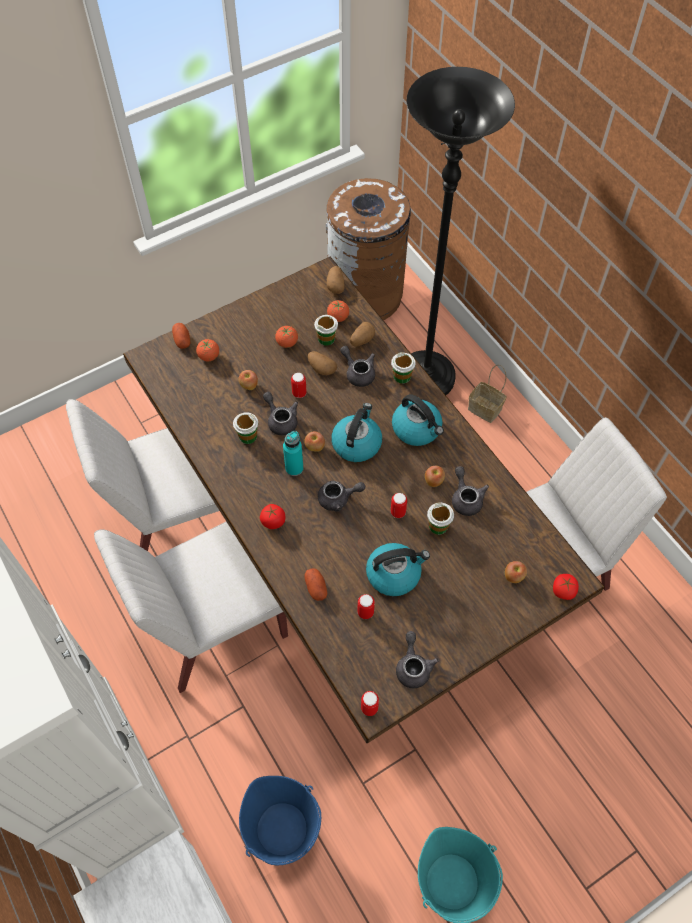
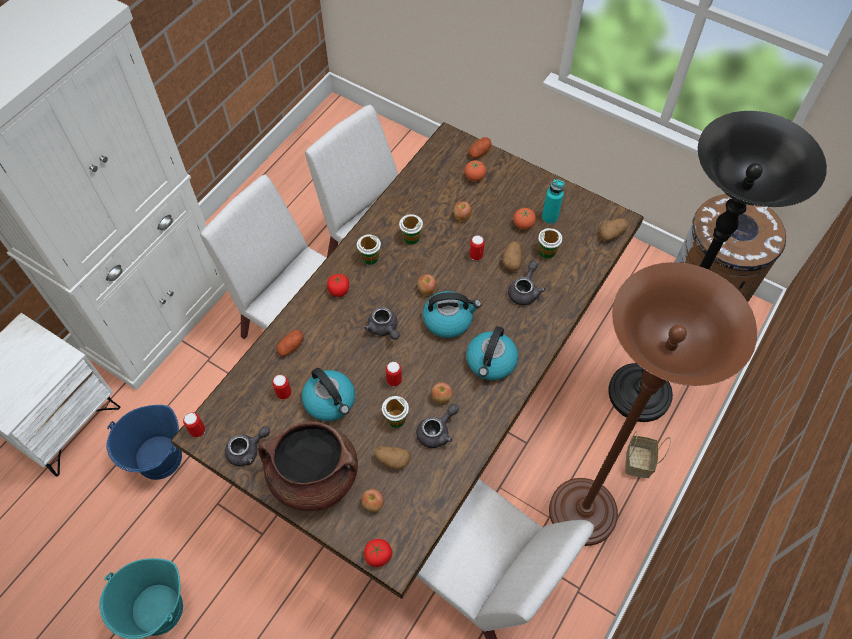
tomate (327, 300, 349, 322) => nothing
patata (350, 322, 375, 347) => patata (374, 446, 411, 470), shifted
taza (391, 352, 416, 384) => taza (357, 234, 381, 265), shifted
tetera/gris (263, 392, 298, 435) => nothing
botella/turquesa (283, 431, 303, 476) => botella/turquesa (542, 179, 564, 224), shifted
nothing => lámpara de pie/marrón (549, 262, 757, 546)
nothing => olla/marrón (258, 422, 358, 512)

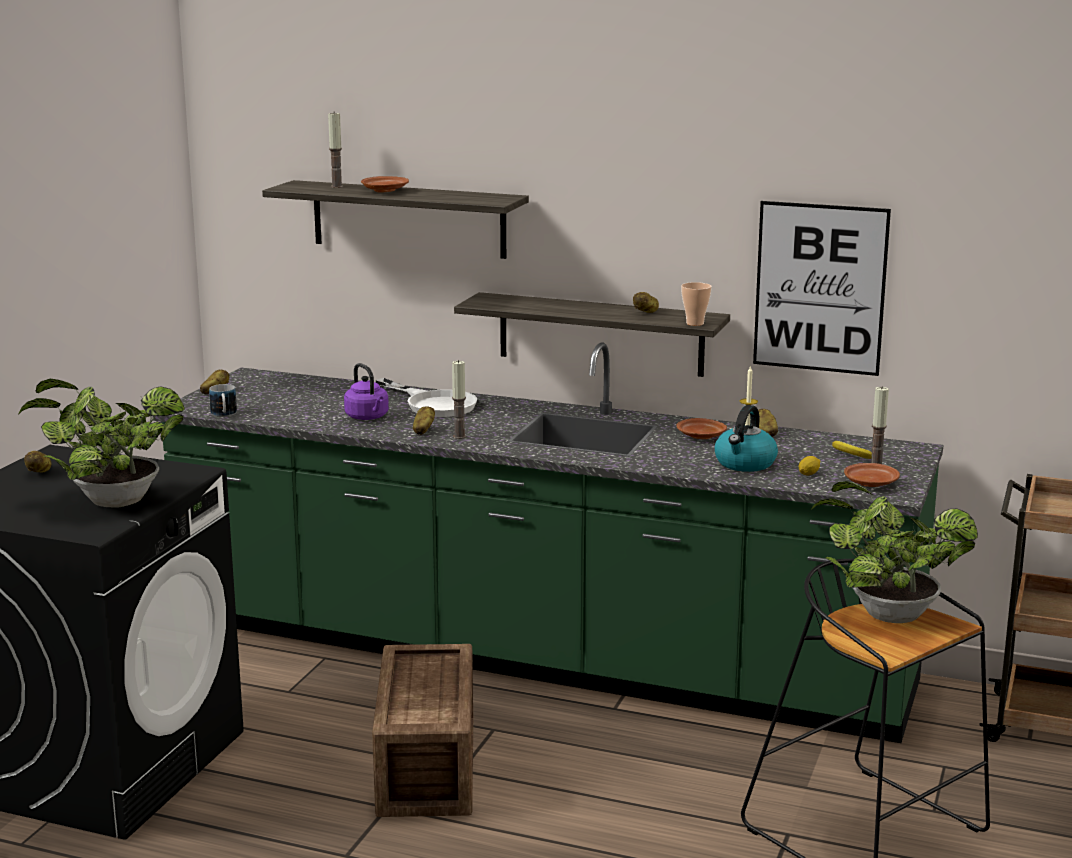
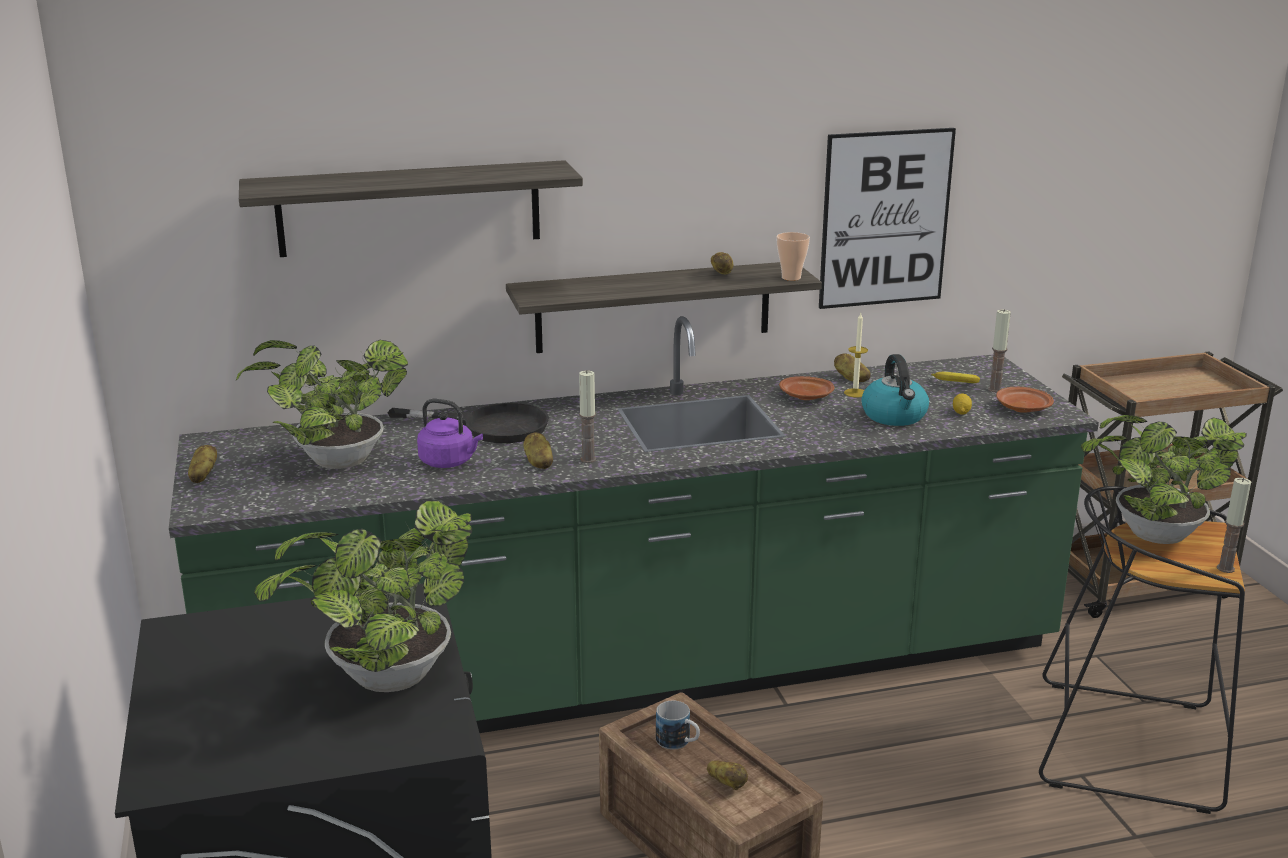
vela (328, 111, 343, 188) => vela (1217, 478, 1251, 573), shifted
plato/marrón (361, 176, 409, 193) => nothing
sartén/blanco (375, 378, 478, 417) => sartén/negro (388, 403, 549, 443)
taza grande (209, 384, 237, 417) => taza grande (656, 701, 700, 750), shifted
patata (24, 451, 51, 472) => patata (707, 760, 748, 790), shifted
nothing => planta en maceta (236, 340, 408, 469)

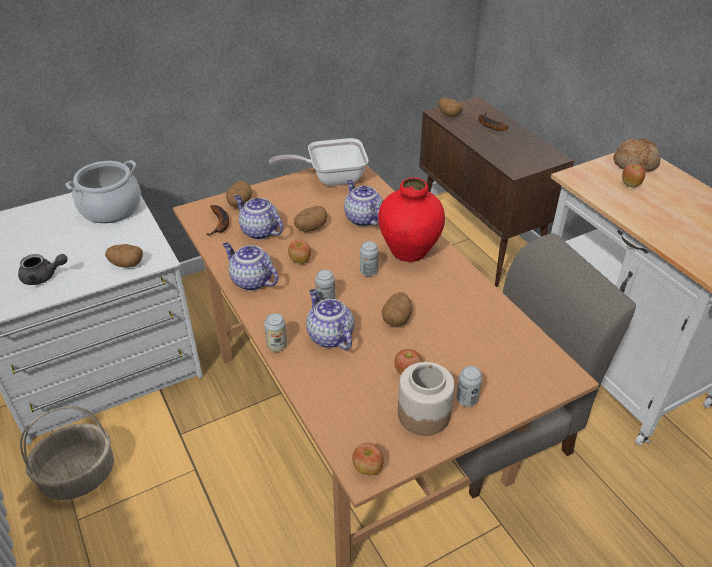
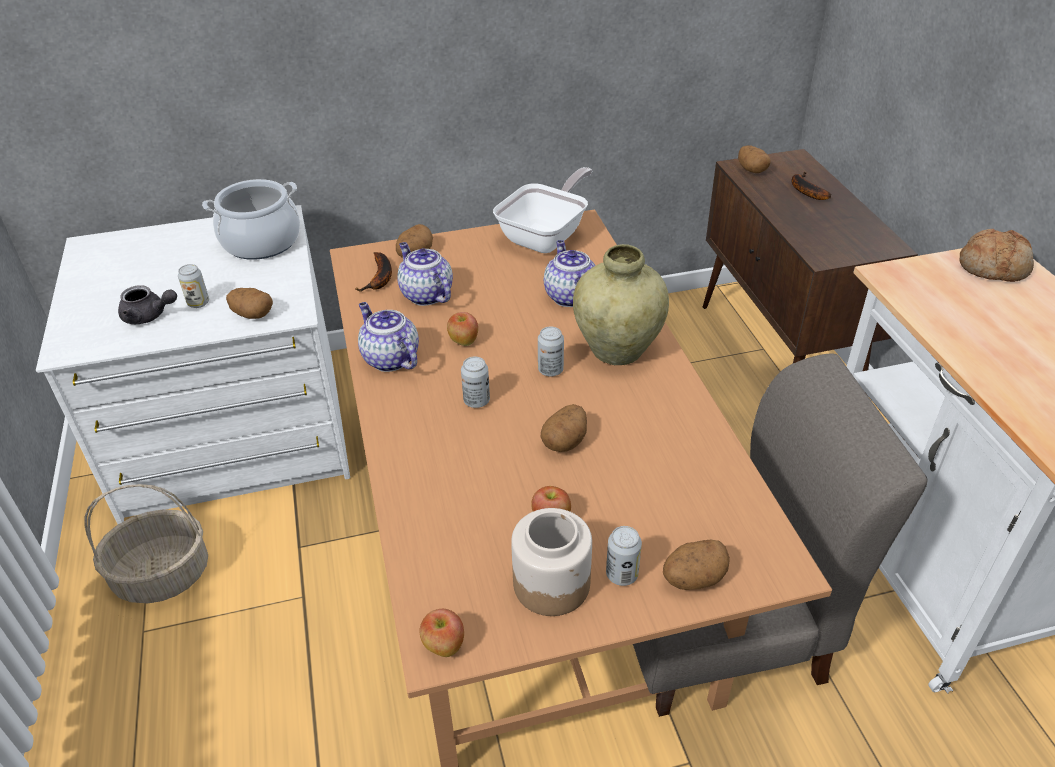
sartén (269, 138, 368, 186) => sartén (493, 167, 593, 253), 120 degrees clockwise
manzana (622, 164, 645, 188) => nothing
florero/rojo (378, 177, 445, 262) => florero/beis (573, 244, 669, 365)
patata (294, 206, 327, 232) => patata (663, 540, 730, 590), shifted
tetera (306, 289, 354, 350) => nothing
lata (264, 313, 287, 352) => lata (178, 264, 209, 308), shifted

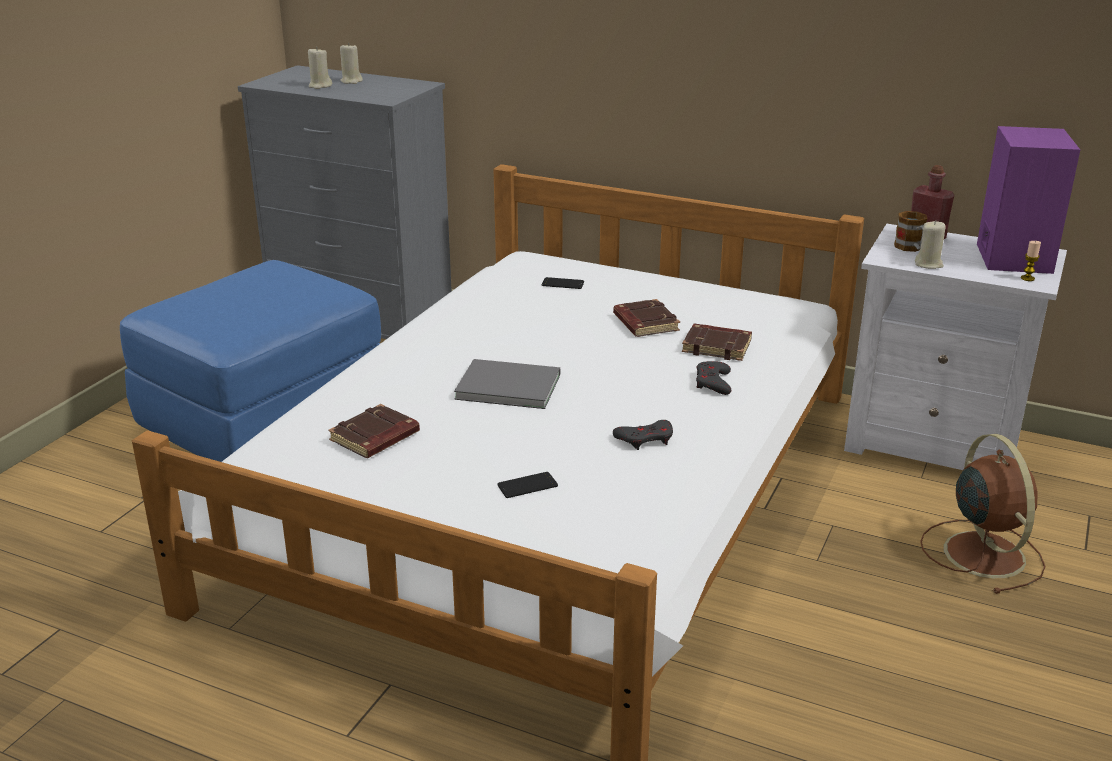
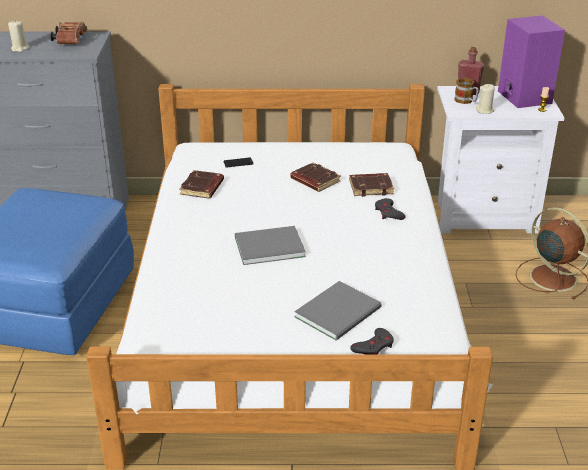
vela/beis (340, 43, 363, 84) => nothing
libro/marrón (328, 404, 420, 458) => libro/marrón (180, 170, 224, 198), shifted
mando de consola/gris (613, 420, 673, 450) => mando de consola/gris (350, 328, 394, 355), shifted
móvil (497, 472, 558, 498) => libro/gris (295, 281, 382, 341)
nothing => prismáticos/marrón (50, 22, 87, 45)

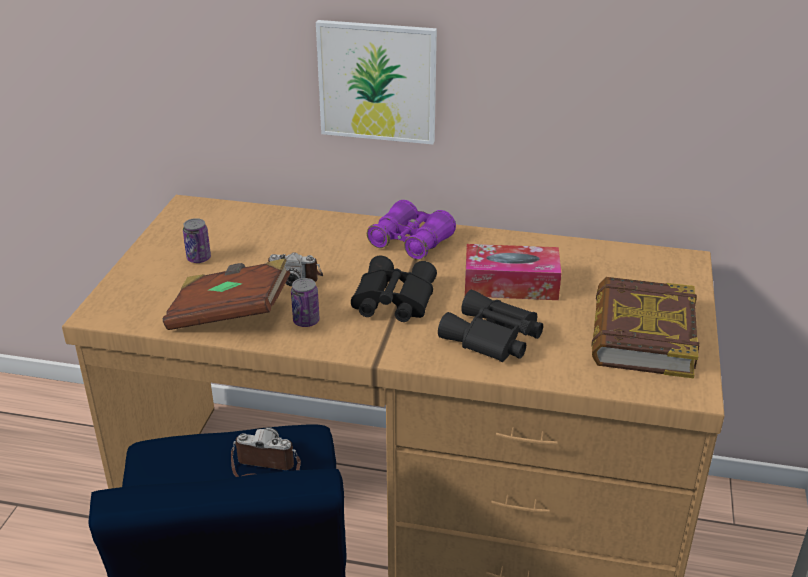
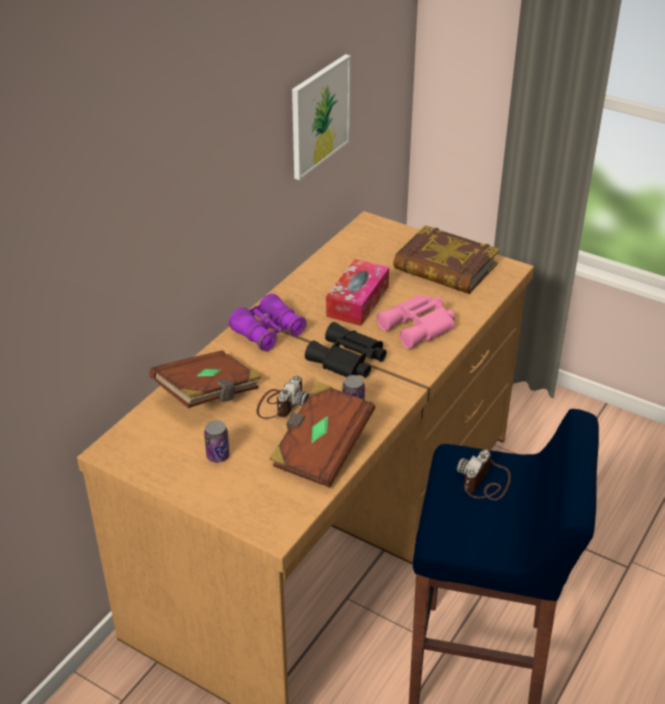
cuadro (316, 20, 437, 144) => cuadro (292, 54, 351, 180), shifted
prismáticos/negro (438, 290, 543, 362) => prismáticos/rosa (376, 295, 455, 349)
nothing => libro/marrón (150, 350, 262, 408)

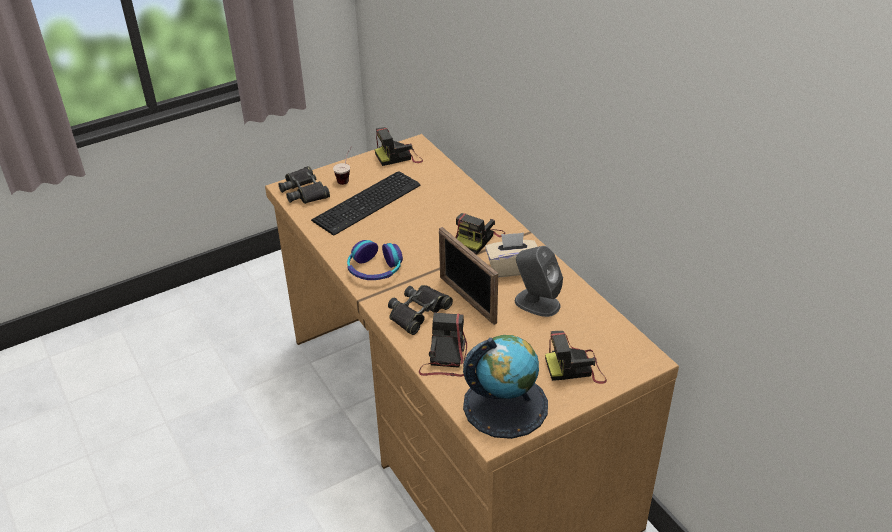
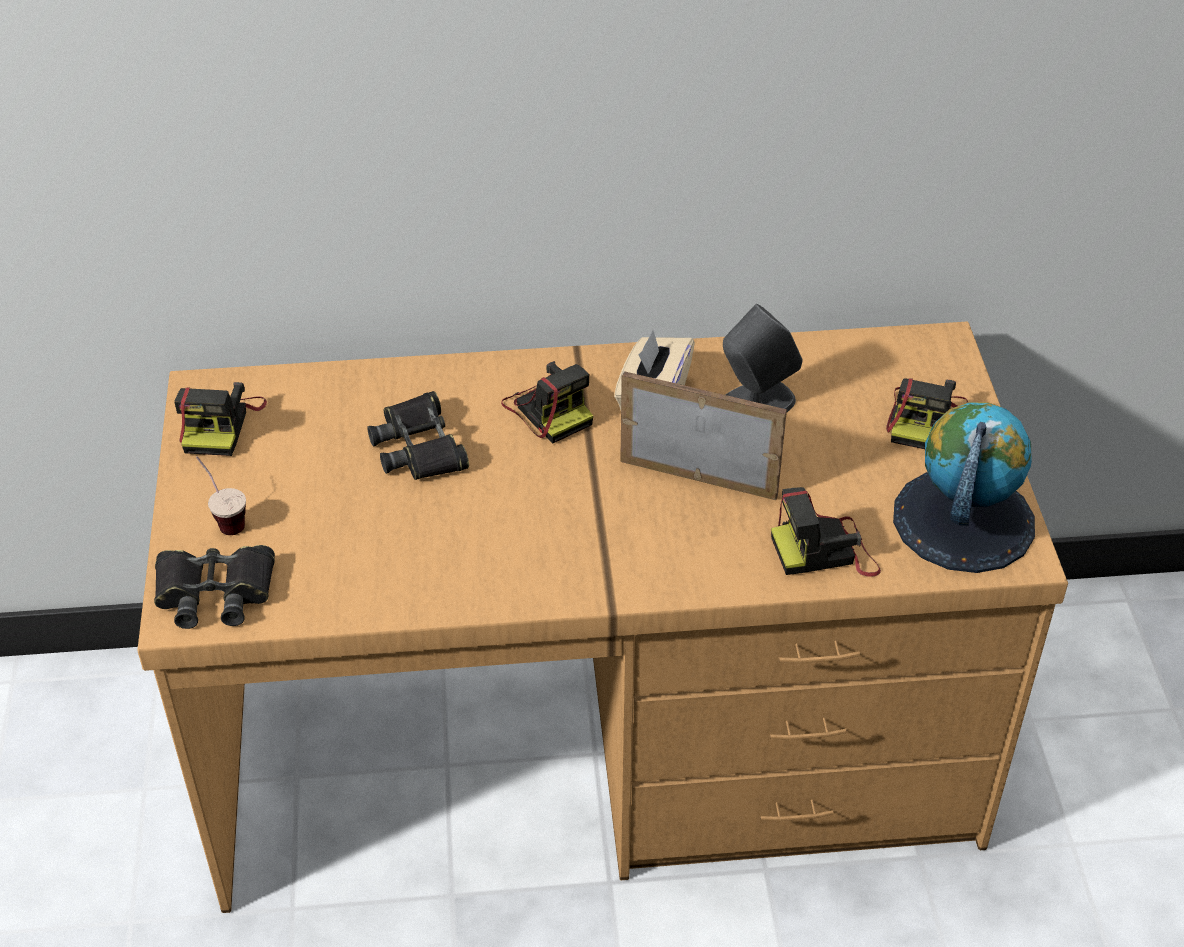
teclado (311, 171, 420, 236) => nothing
portarretratos (439, 227, 498, 325) => portarretratos (620, 371, 787, 500), 150 degrees counterclockwise
auriculares (347, 240, 403, 280) => nothing
prismáticos/negro (388, 285, 453, 335) => prismáticos/negro (367, 391, 469, 480), shifted
cámara (419, 313, 467, 377) => cámara (771, 487, 881, 577), 45 degrees counterclockwise

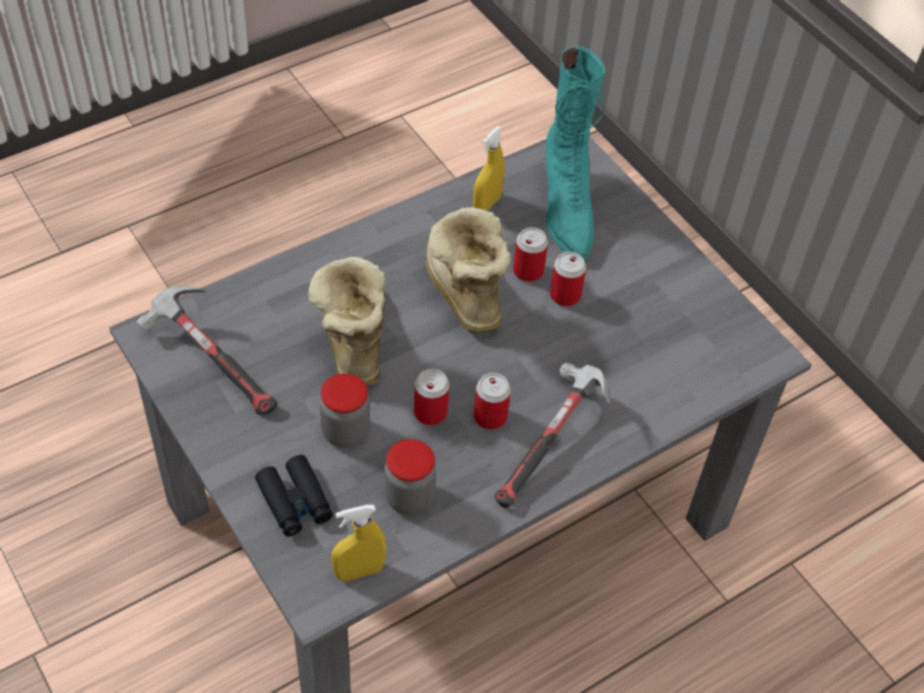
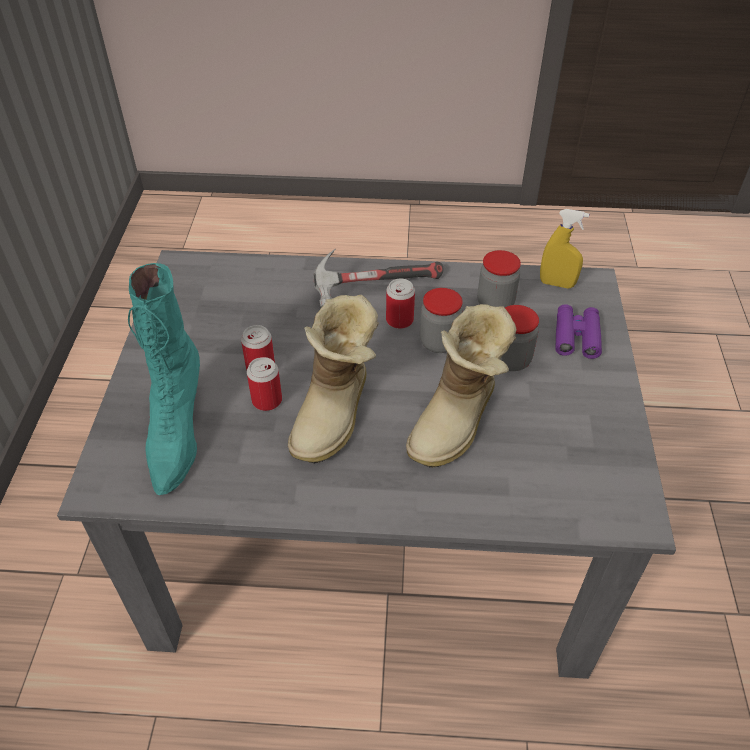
bota/turquesa (545, 47, 605, 259) => bota/turquesa (128, 263, 200, 495), 150 degrees clockwise
pulverizador/amarillo (473, 126, 505, 211) => nothing
martillo (137, 286, 277, 415) => nothing
lata (414, 369, 449, 425) => tarro (420, 288, 463, 353)
prismáticos/negro (255, 455, 333, 536) => prismáticos/morado (555, 304, 602, 359)

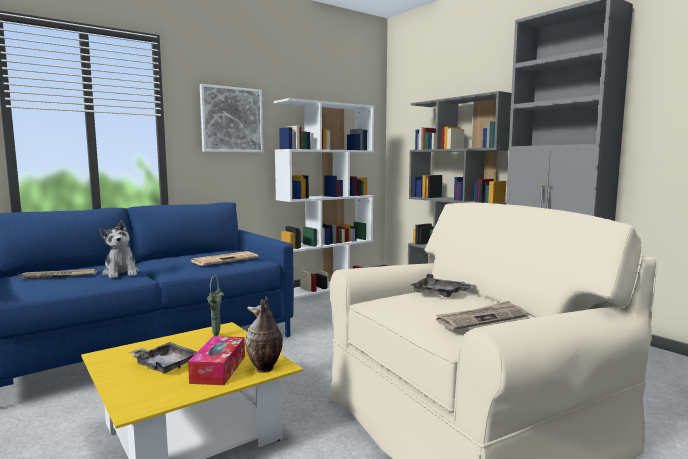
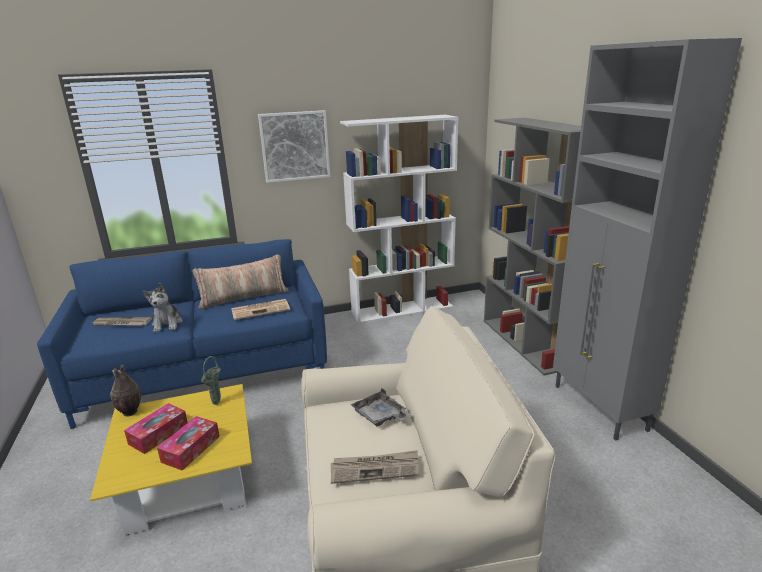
florero (245, 296, 283, 373) => florero (110, 365, 141, 417), shifted
bandeja/gris (129, 342, 197, 374) => caja de pañuelos (124, 403, 188, 454)
nothing => cojín (192, 255, 288, 309)

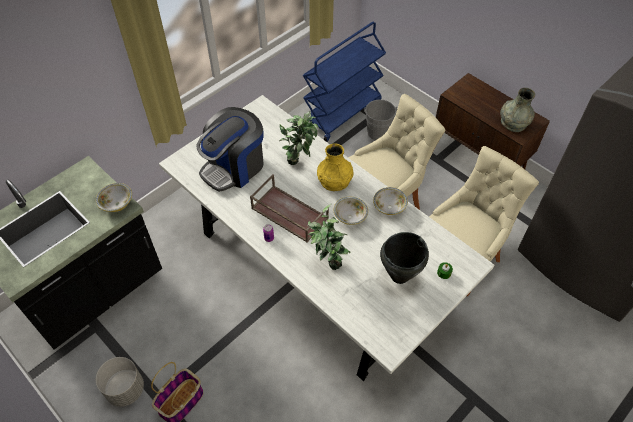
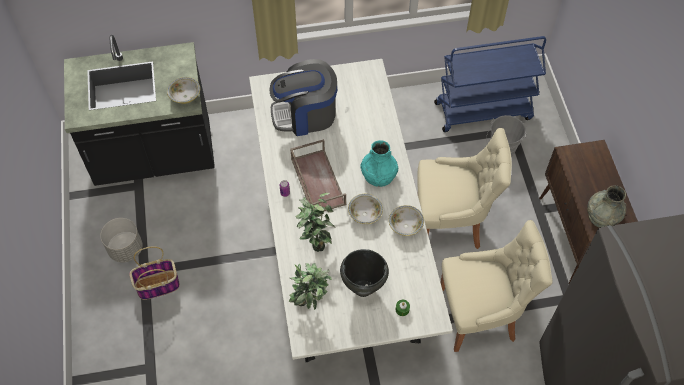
planta en maceta (279, 111, 318, 165) => planta en maceta (288, 263, 332, 310), shifted
florero/amarillo (317, 143, 353, 191) => florero/turquesa (360, 140, 398, 187)

